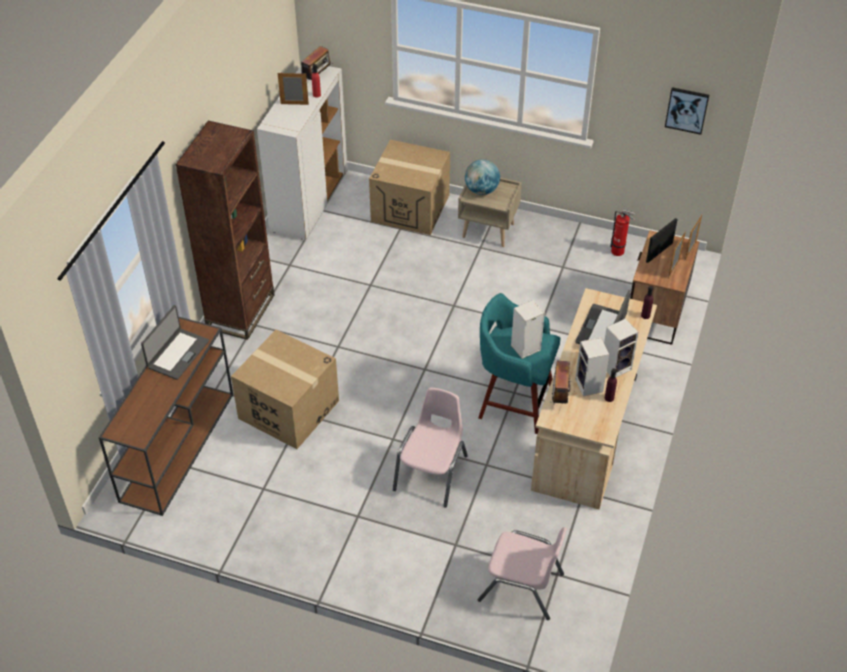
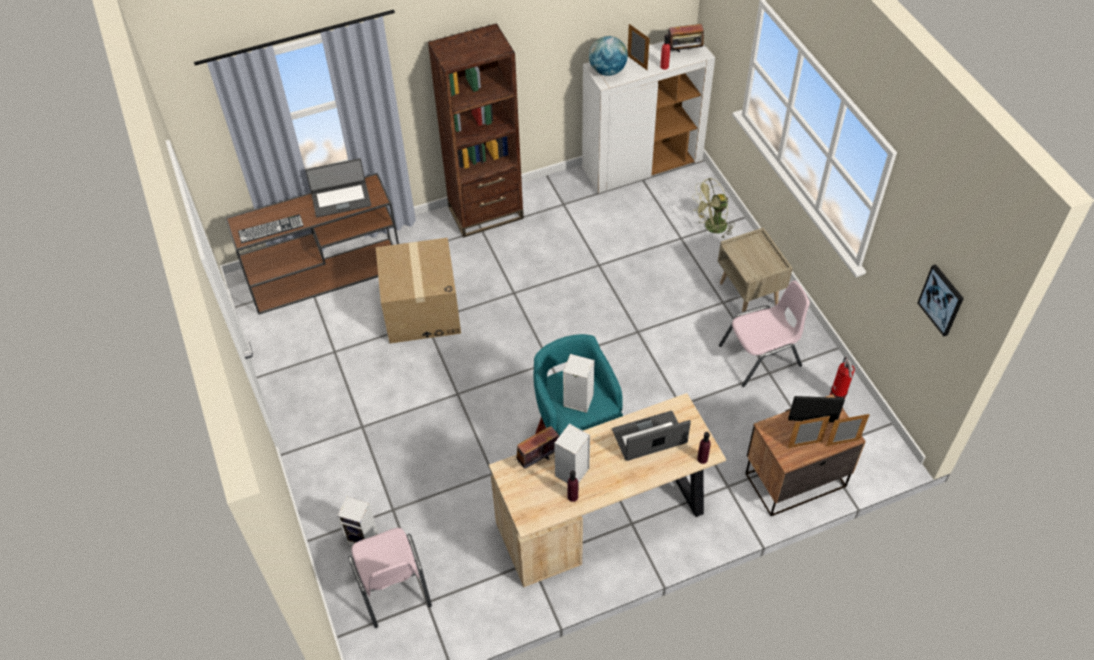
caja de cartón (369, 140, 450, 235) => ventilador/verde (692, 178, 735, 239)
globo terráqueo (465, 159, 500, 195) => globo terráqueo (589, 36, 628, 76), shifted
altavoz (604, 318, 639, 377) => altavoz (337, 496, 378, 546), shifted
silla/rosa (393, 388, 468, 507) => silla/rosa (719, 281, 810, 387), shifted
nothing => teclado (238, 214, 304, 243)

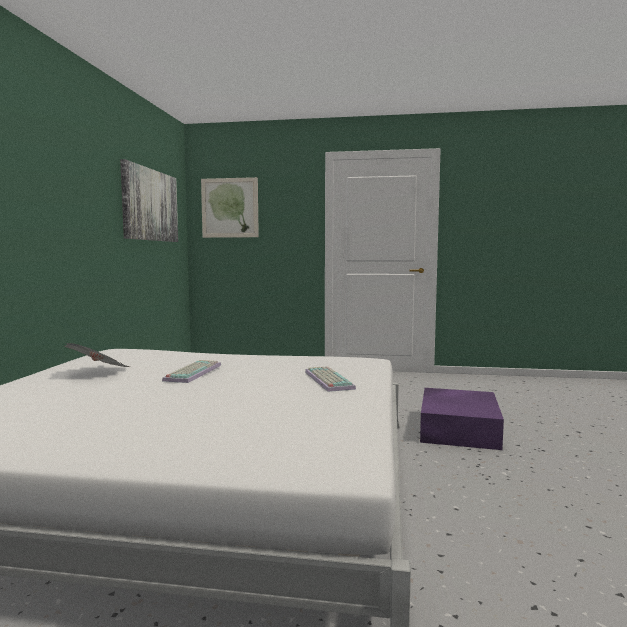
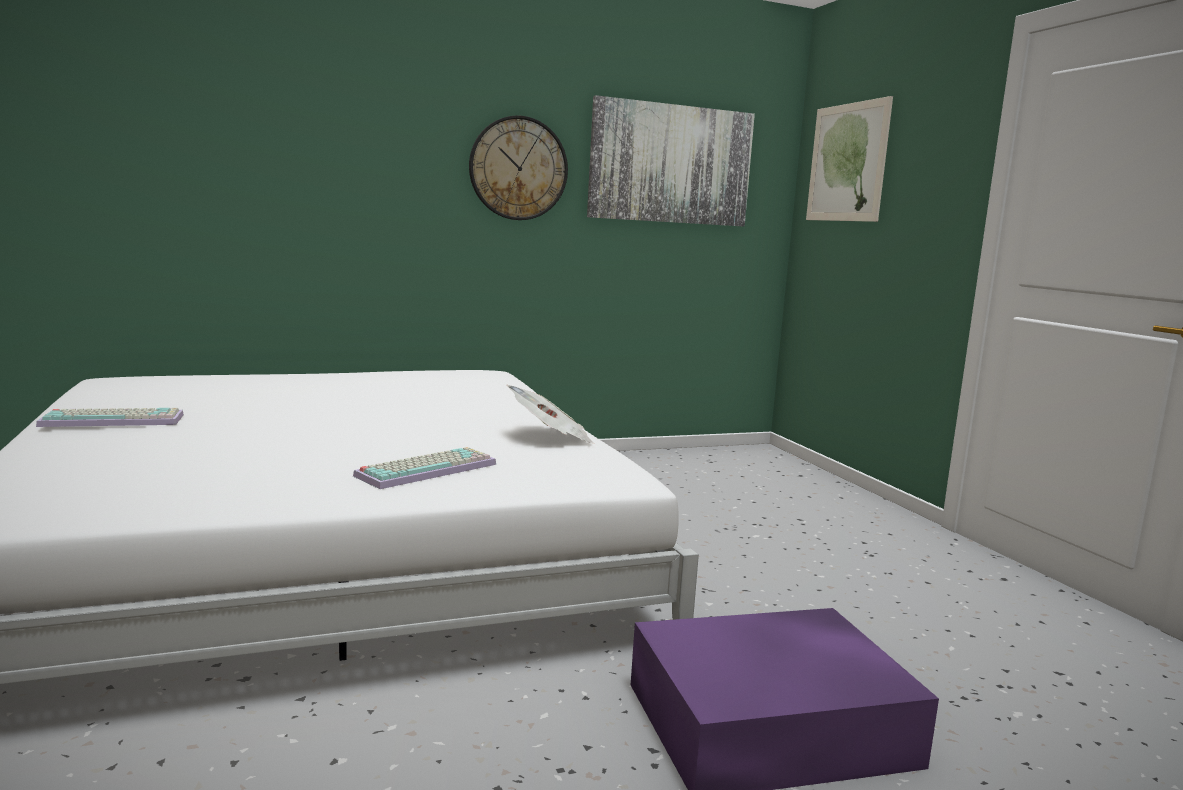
periódico (64, 343, 130, 367) => periódico (506, 385, 594, 444), shifted
teclado (162, 360, 221, 383) => teclado (36, 408, 184, 427), shifted
nothing => reloj de pared (469, 115, 568, 220)

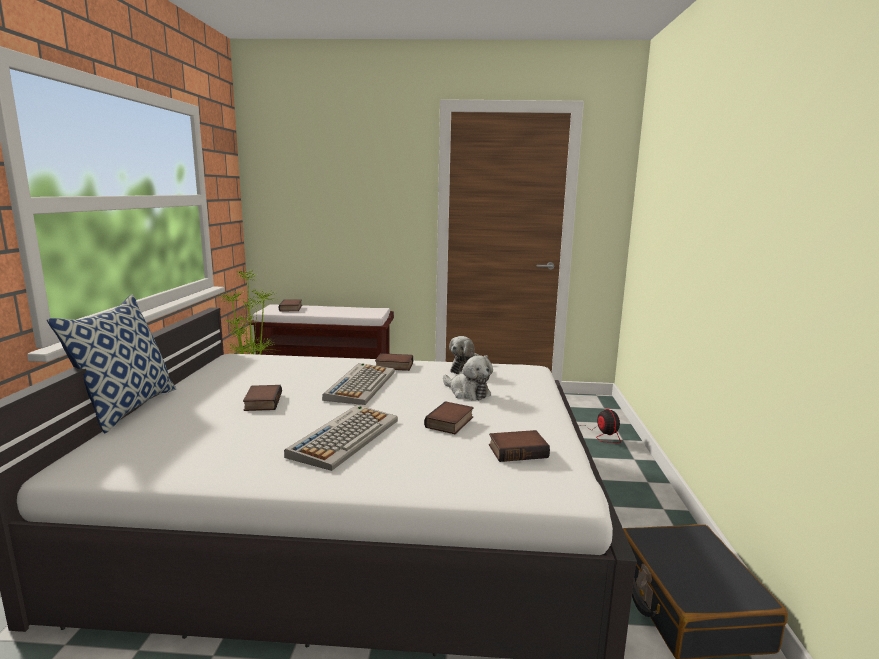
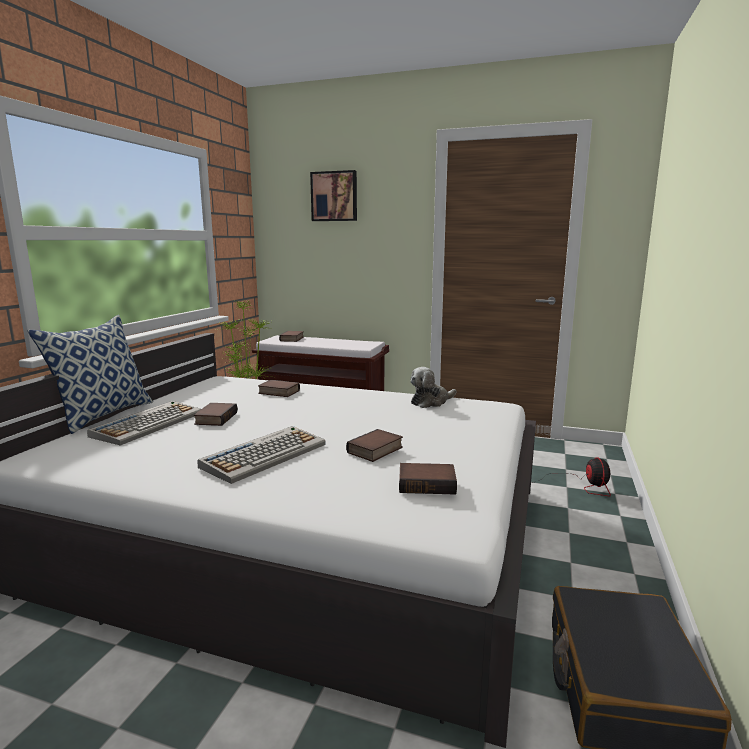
libro (375, 353, 413, 371) => libro (258, 380, 300, 397), shifted
peluche (443, 356, 493, 400) => nothing
teclado (322, 363, 395, 405) => teclado (87, 401, 201, 446), shifted
nothing => cuadro (310, 170, 357, 221)

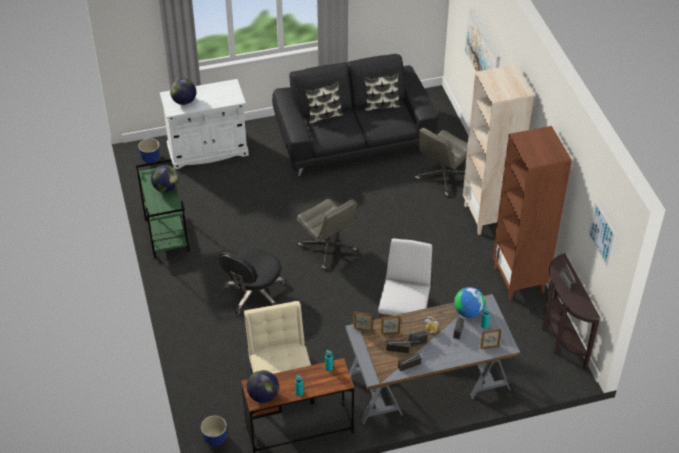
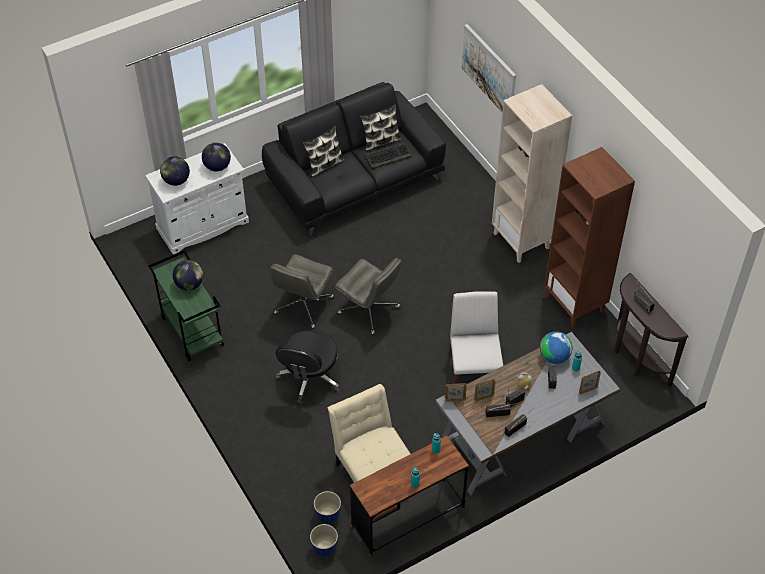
silla de oficina/gris (415, 128, 468, 197) => silla de oficina/gris (270, 254, 334, 329), shifted
maceta (138, 138, 160, 163) => maceta (314, 491, 341, 523), shifted
cuadro (588, 200, 616, 268) => nothing
globo terráqueo (247, 370, 279, 403) => globo terráqueo (202, 142, 231, 171), shifted
nothing => teclado (365, 143, 412, 169)

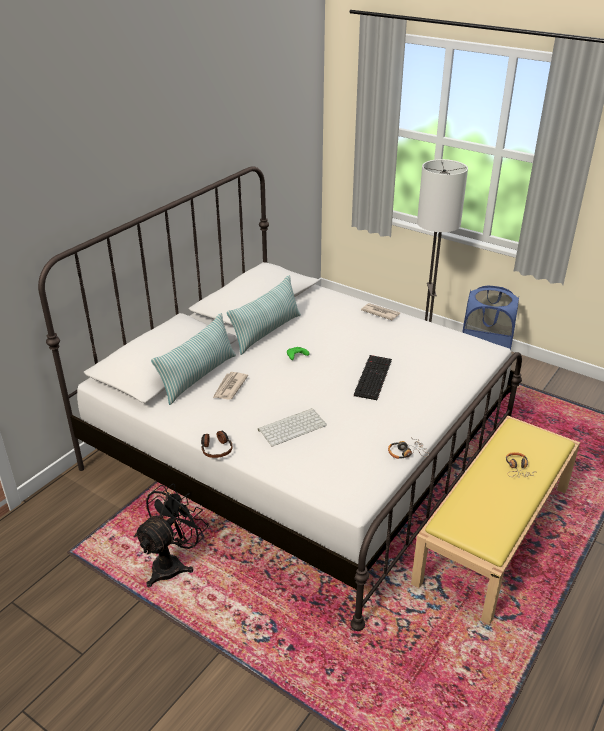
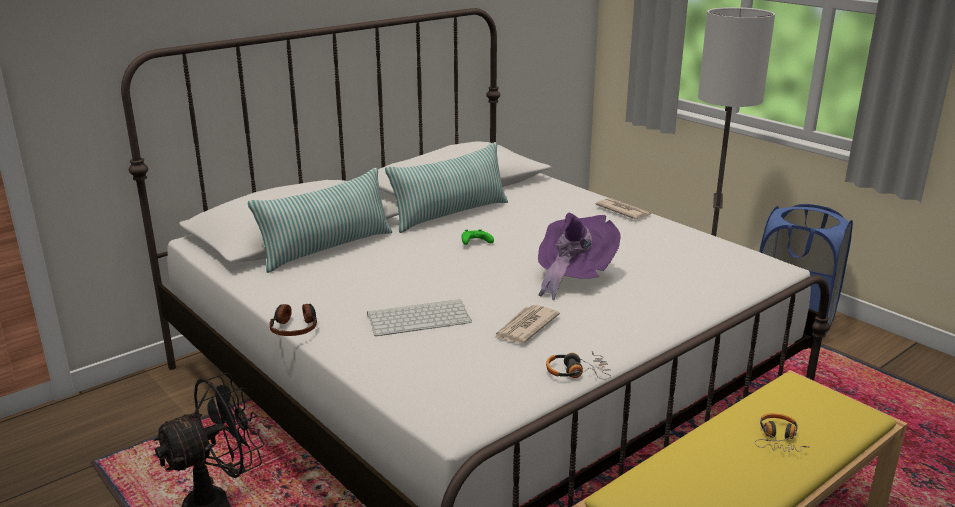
teclado (354, 355, 392, 400) => sombrero/morado (538, 213, 621, 300)
periódico (213, 372, 248, 400) => periódico (494, 305, 560, 343), shifted

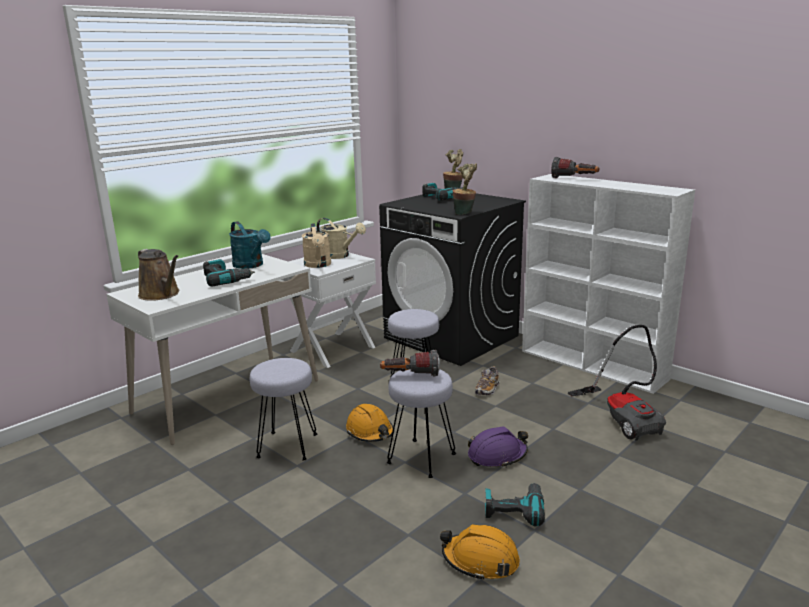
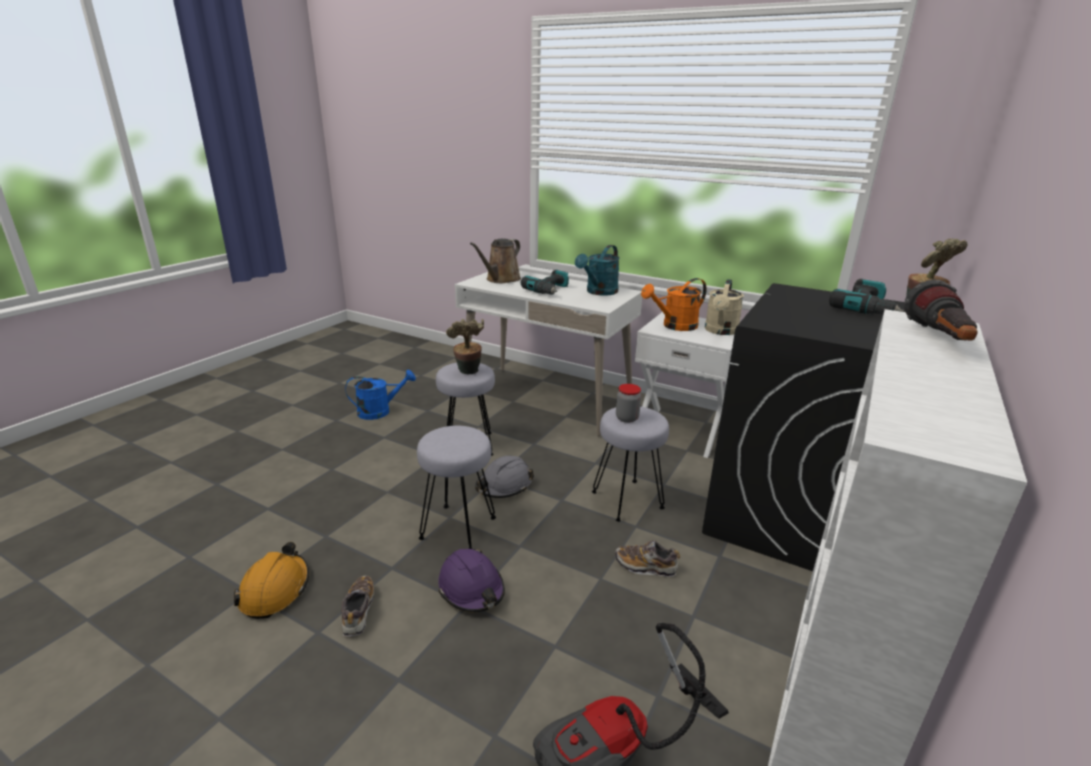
planta en maceta (453, 163, 477, 215) => planta en maceta (446, 319, 484, 375), shifted
regadera/beis (302, 223, 331, 268) => regadera/naranja (641, 278, 707, 331)
linterna (380, 350, 440, 376) => nothing
casco/naranja (346, 404, 394, 442) => casco/gris (475, 456, 534, 498)
taladro (485, 483, 545, 527) => zapato (341, 576, 374, 637)
nothing => regadera/azul (345, 370, 416, 420)
nothing => tarro (616, 384, 641, 423)

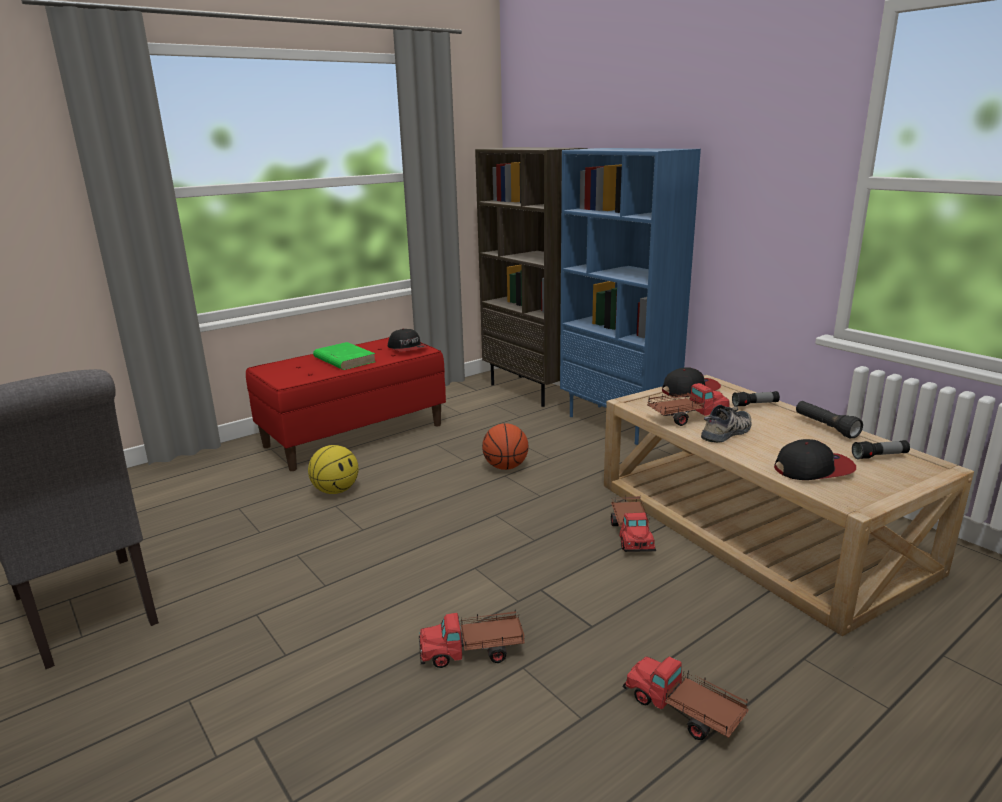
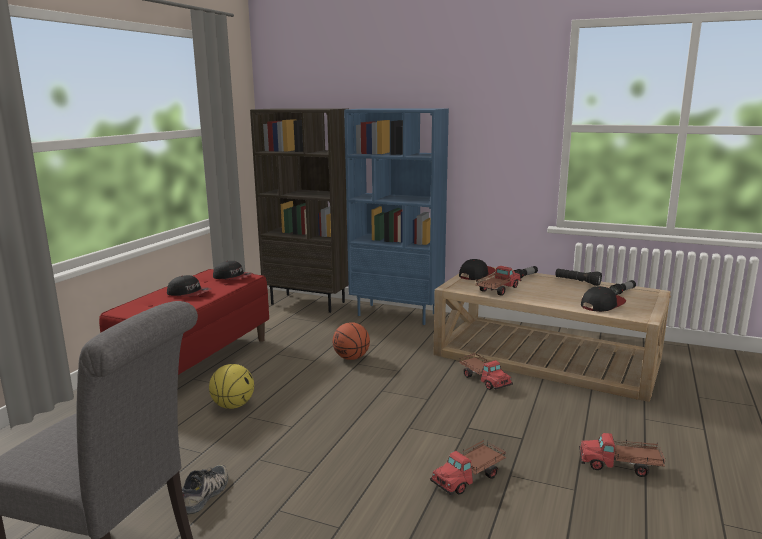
libro/verde (313, 342, 376, 370) => gorra (167, 275, 211, 297)
zapato (701, 405, 752, 443) => zapato (182, 465, 228, 515), shifted

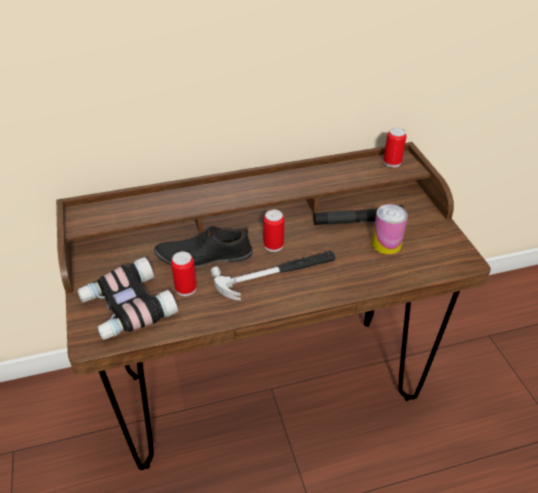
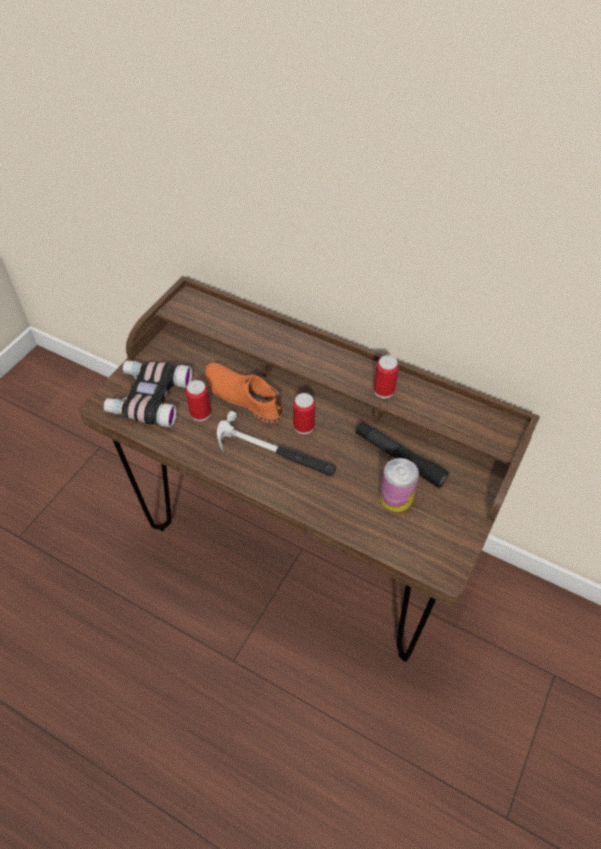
lata (383, 127, 407, 168) => lata (374, 355, 399, 398), shifted
zapato/negro (154, 226, 252, 267) => zapato/naranja (205, 363, 284, 423)

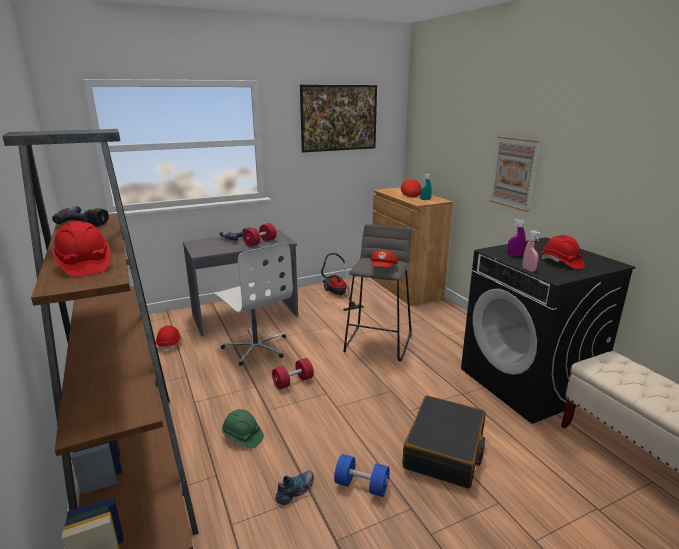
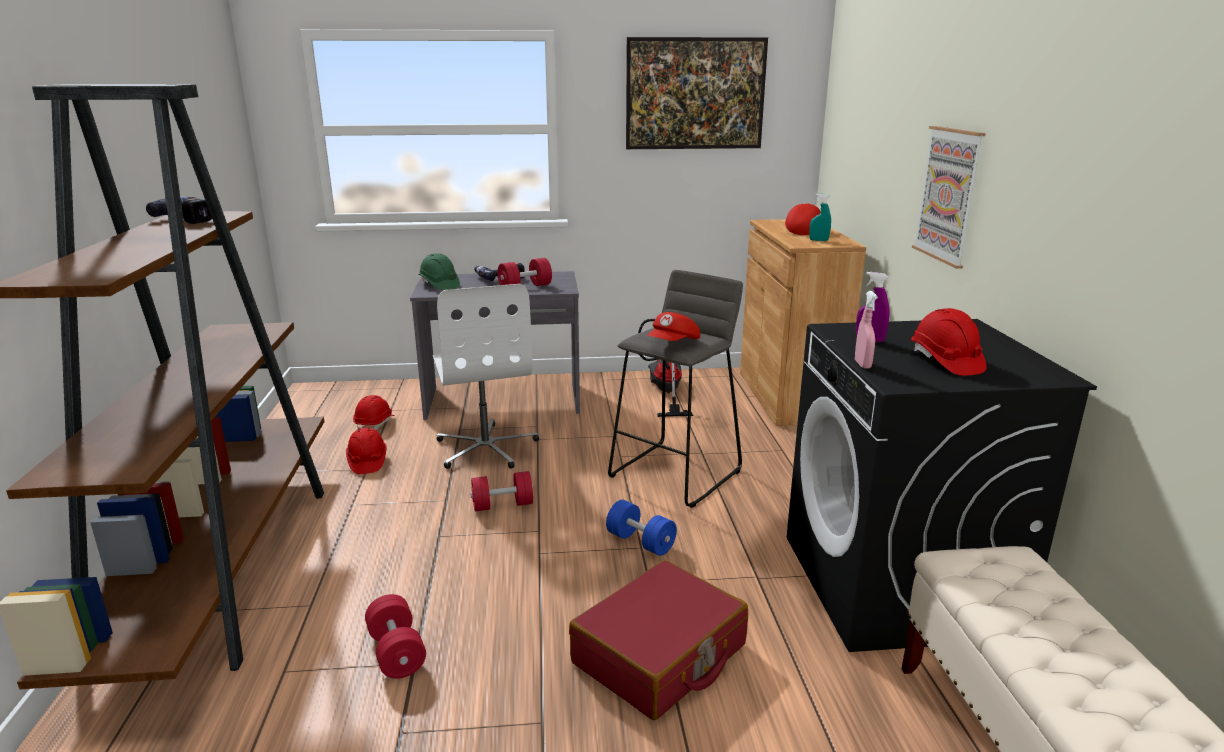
casco/rojo (52, 221, 110, 277) => casco/rojo (346, 428, 387, 474), shifted
maleta/negro (402, 396, 486, 489) => maleta/rojo (569, 560, 748, 720)
casco/verde (222, 409, 264, 448) => casco/verde (418, 253, 460, 290), shifted
mancuerna/azul (334, 454, 389, 497) => mancuerna/azul (606, 500, 677, 556), shifted
zapato (275, 471, 314, 505) => mancuerna/rojo (365, 594, 426, 679)

